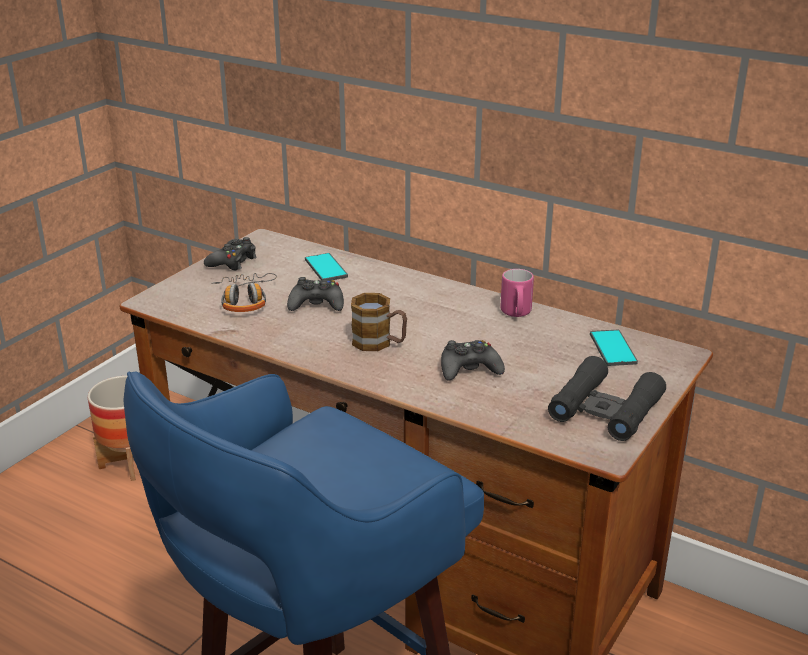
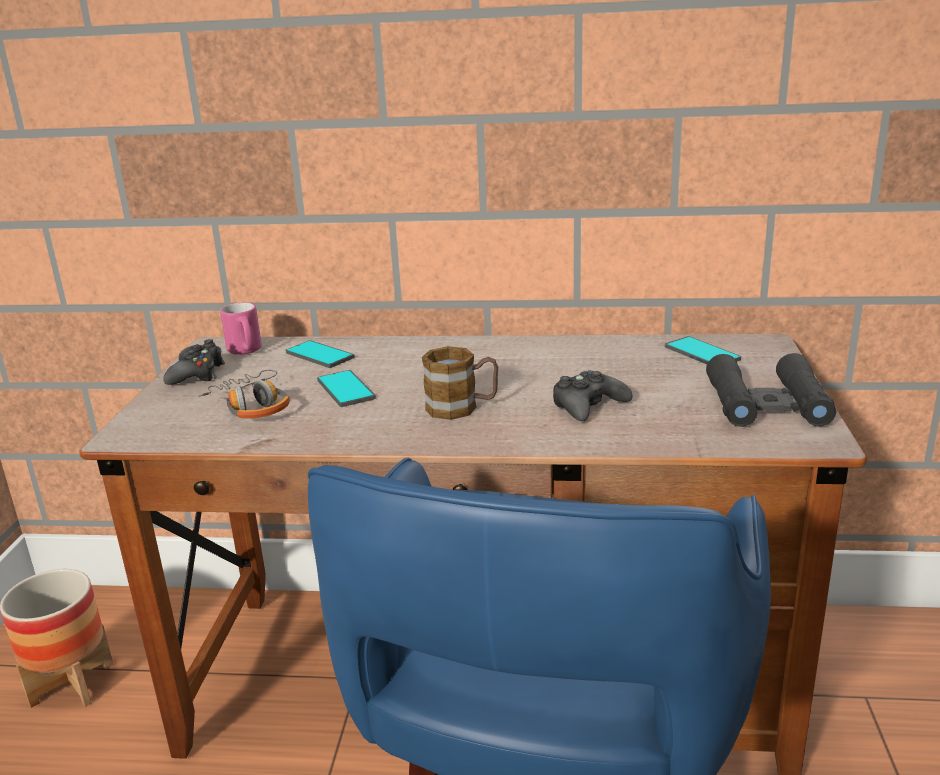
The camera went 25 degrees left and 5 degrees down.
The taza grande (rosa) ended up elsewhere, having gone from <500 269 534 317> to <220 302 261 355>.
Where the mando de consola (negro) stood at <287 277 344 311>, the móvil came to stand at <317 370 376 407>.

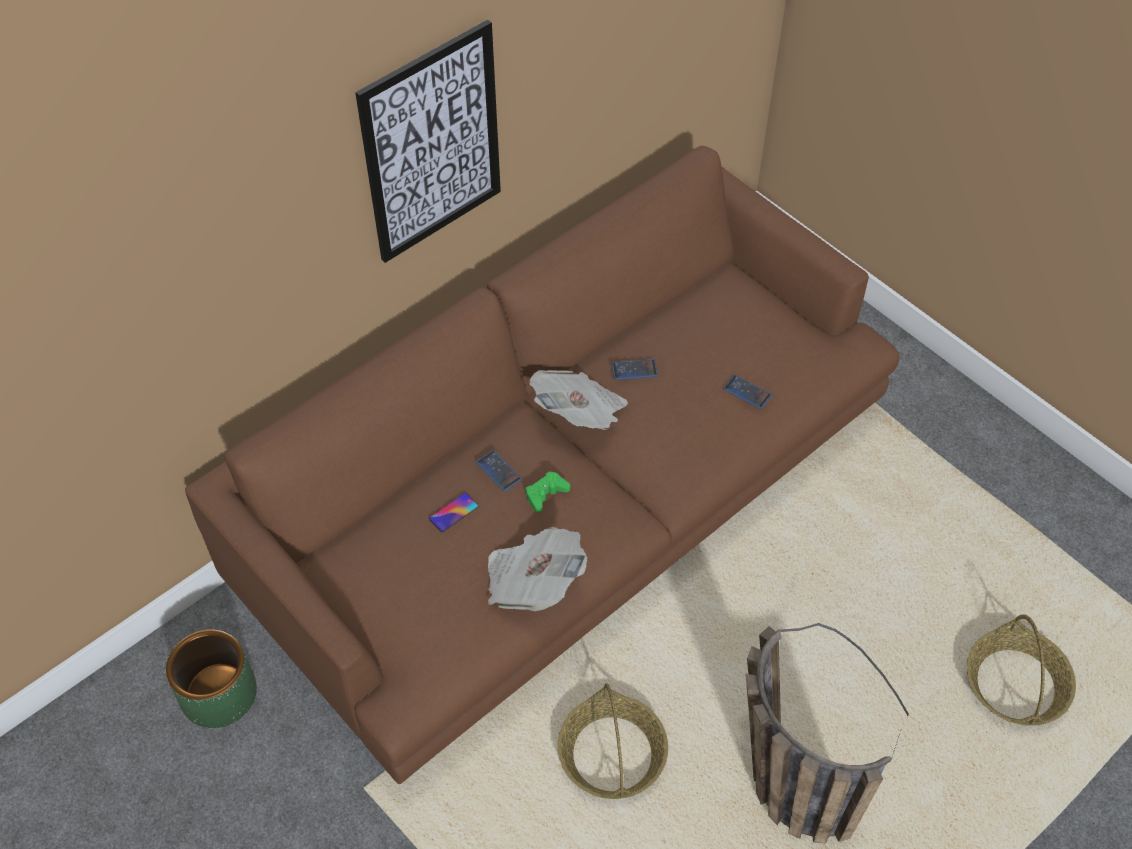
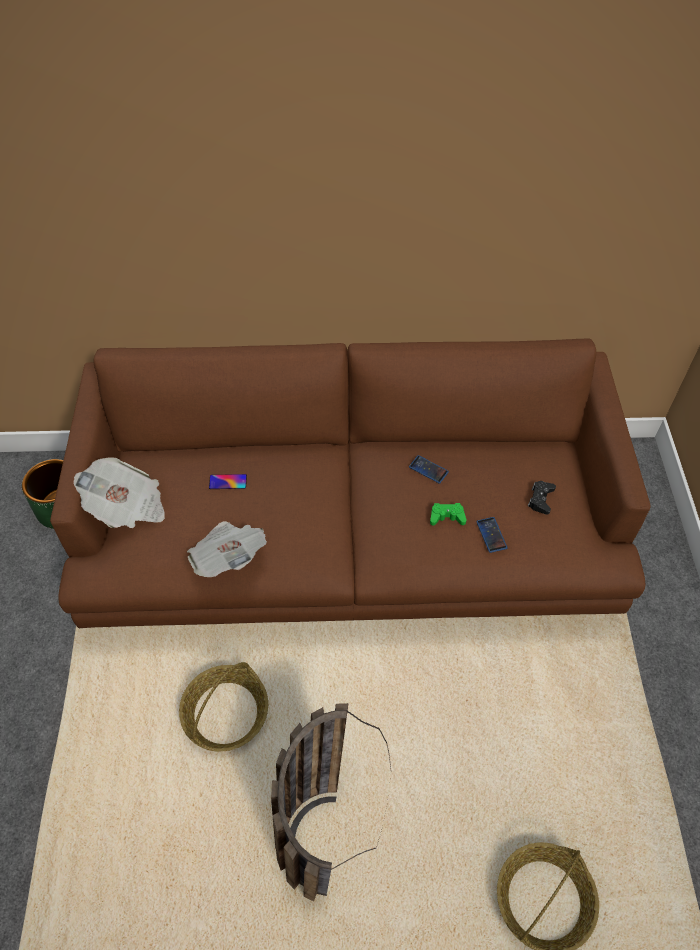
The camera went 40 degrees right and 0 degrees up.
The second view lost the cuadro at <355 20 501 263>.
The periódico ended up elsewhere, having gone from <530 370 628 430> to <73 457 165 528>.
The second view lost the móvil at <476 450 522 491>.
The mando de consola (verde) ended up elsewhere, having gone from <526 471 570 512> to <430 503 466 526>.
The second view gained the mando de consola (negro) at <528 481 556 515>.

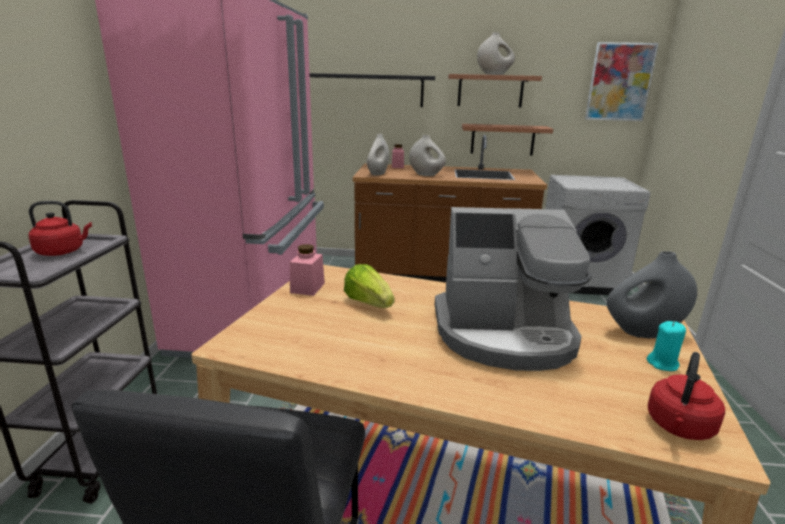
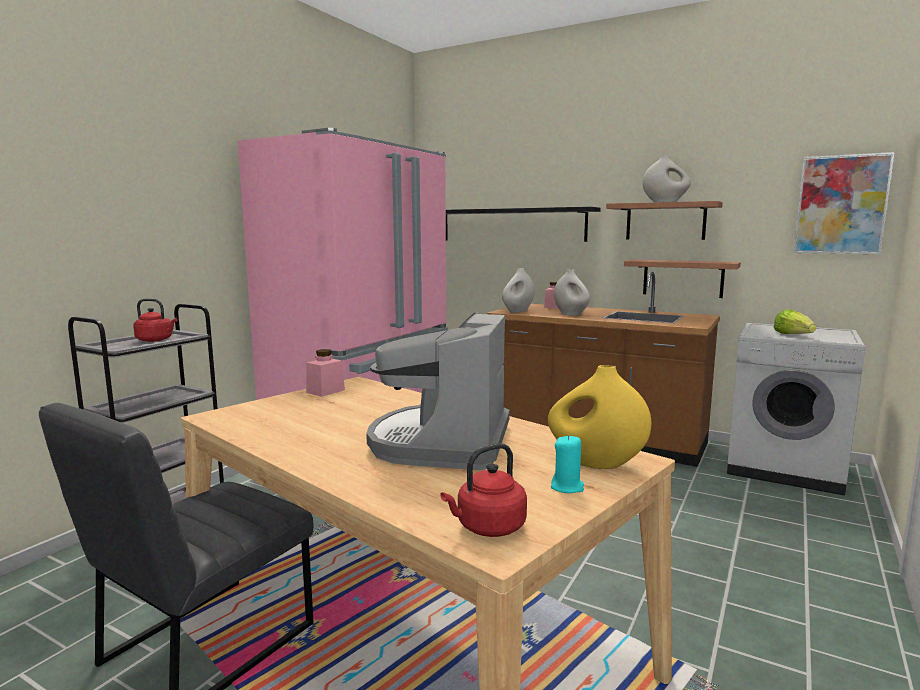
The camera went 25 degrees right and 10 degrees down.
The cafetera at <435 207 592 371> ended up facing another way, 75 degrees clockwise from before.
What was the florero (gris) at <607 251 697 338> turned into the florero (amarillo) at <548 365 651 469>.
The lechuga ended up elsewhere, having gone from <344 264 394 308> to <774 309 816 334>.

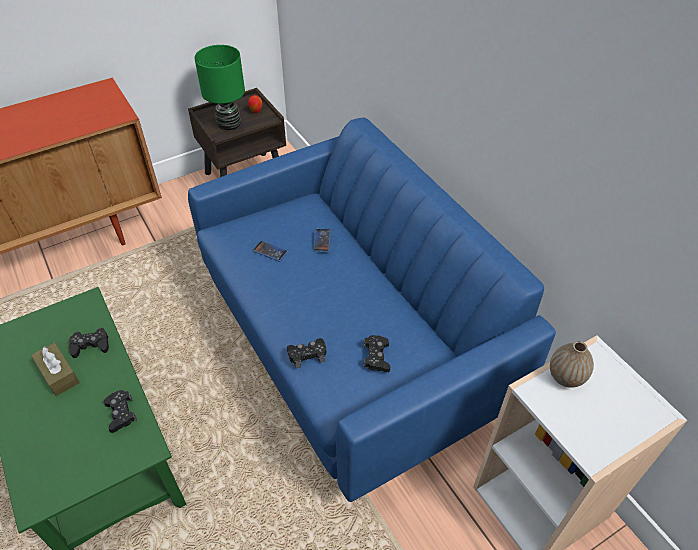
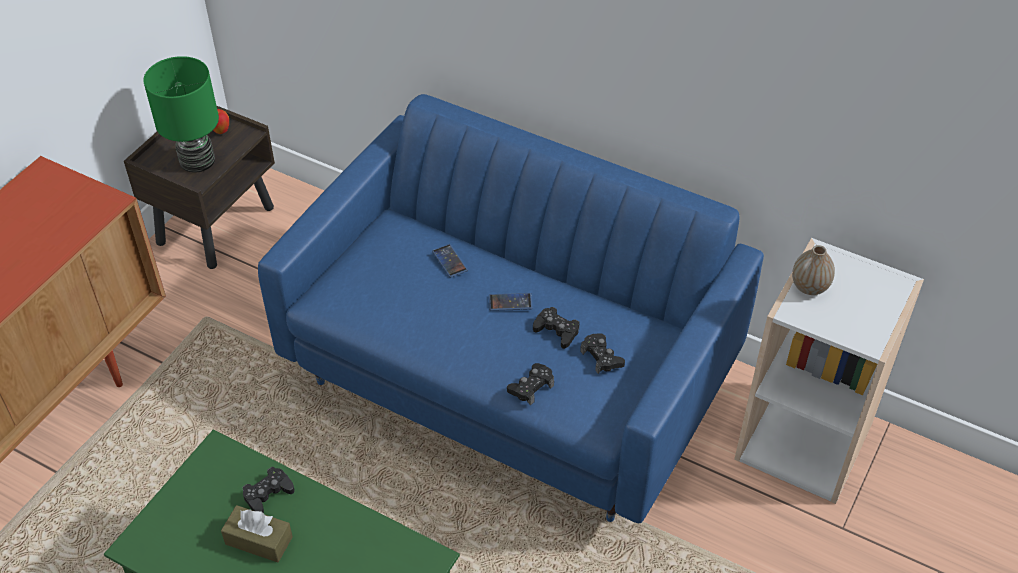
The camera went 30 degrees left and 0 degrees up.
The móvil ended up elsewhere, having gone from <252 240 288 262> to <489 293 533 311>.
The mando de consola (negro) ended up elsewhere, having gone from <104 390 137 433> to <533 307 580 349>.

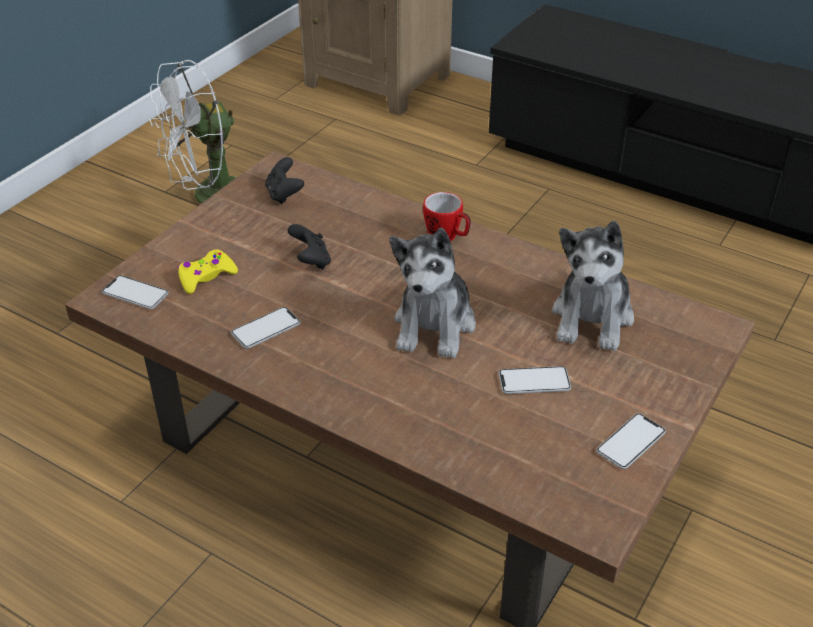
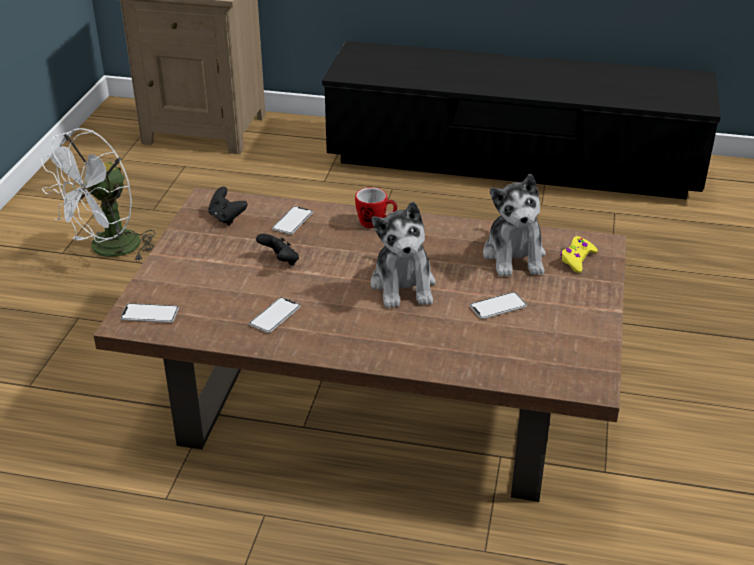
The camera went 20 degrees left and 5 degrees down.
The mando de consola (amarillo) ended up elsewhere, having gone from <178 249 238 294> to <560 236 598 273>.
The móvil ended up elsewhere, having gone from <596 414 666 469> to <272 206 313 234>.

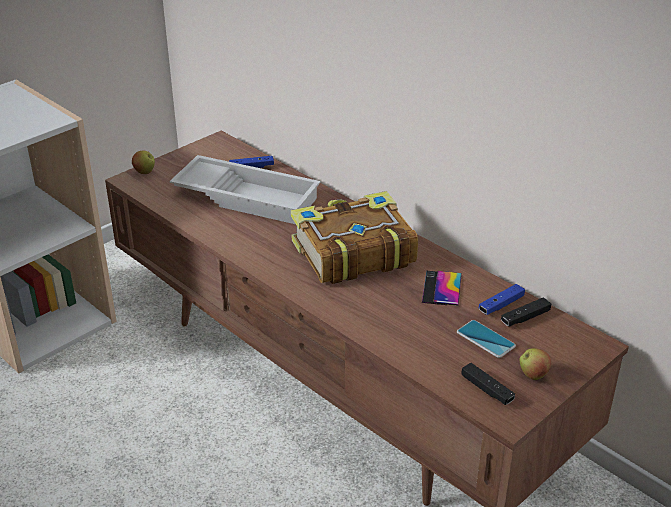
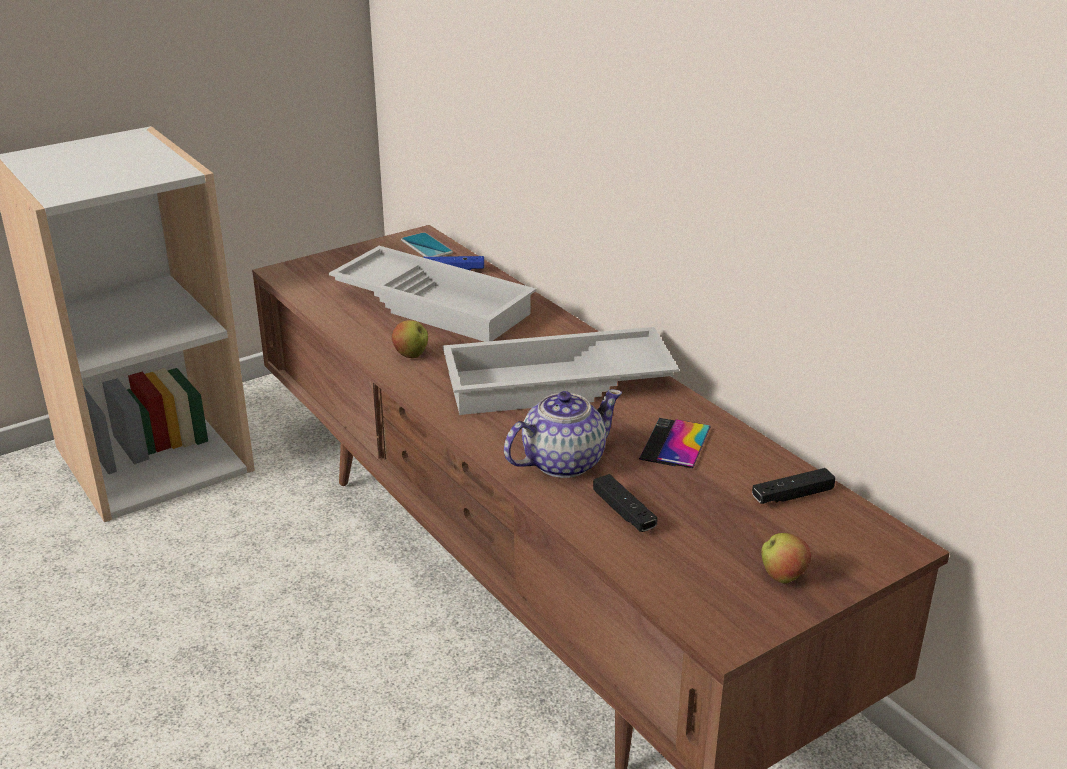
The camera went 10 degrees right and 5 degrees down.
The manzana ended up elsewhere, having gone from <132 151 155 174> to <392 320 428 358>.
Where the libro stood at <291 191 418 284>, the bandeja (blanco) came to stand at <443 327 679 415>.
The second view lost the mando de consola (azul) at <479 284 525 315>.
The móvil ended up elsewhere, having gone from <457 320 516 358> to <401 232 453 257>.
The mando de consola (negro) ended up elsewhere, having gone from <461 363 515 405> to <593 474 657 532>.
The second view gained the tetera at <504 389 622 478>.

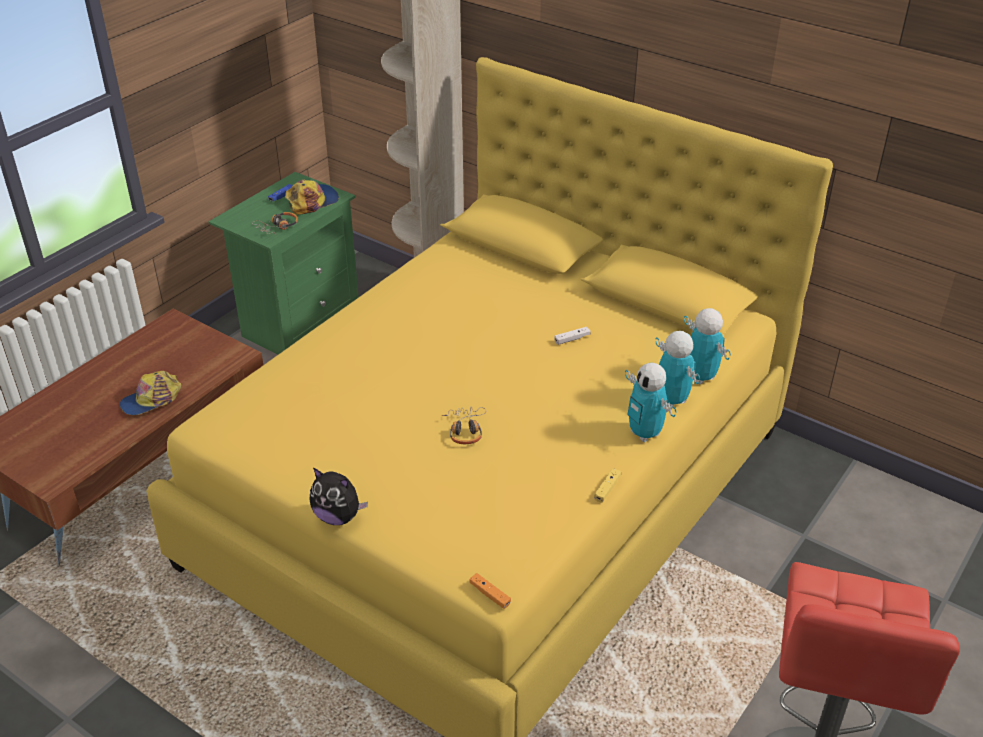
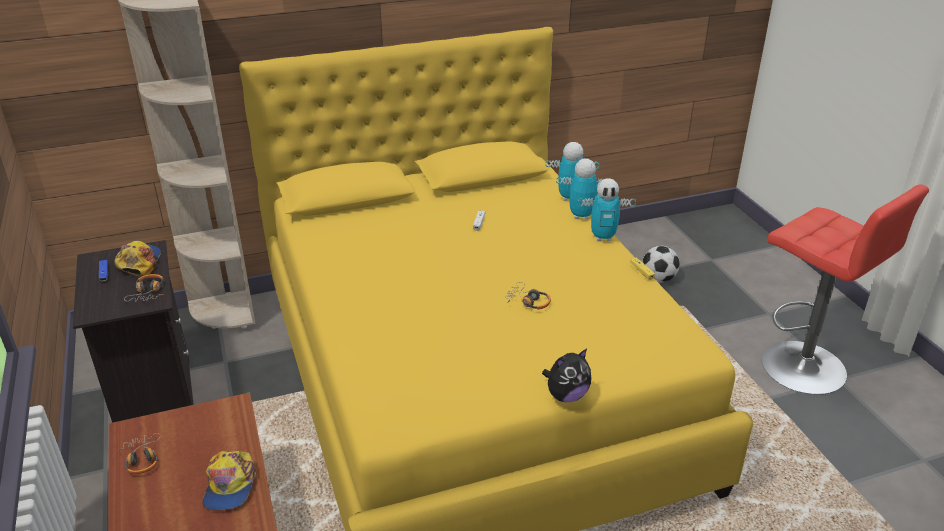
The camera went 55 degrees left and 5 degrees down.
What was the mesita de noche (verde) at <208 172 359 354> turned into the mesita de noche (negro) at <73 240 194 423>.
The second view lost the mando de consola (naranja) at <469 573 511 609>.
The second view gained the balón de fútbol at <642 246 680 282>.
The second view gained the auriculares at <116 433 161 474>.

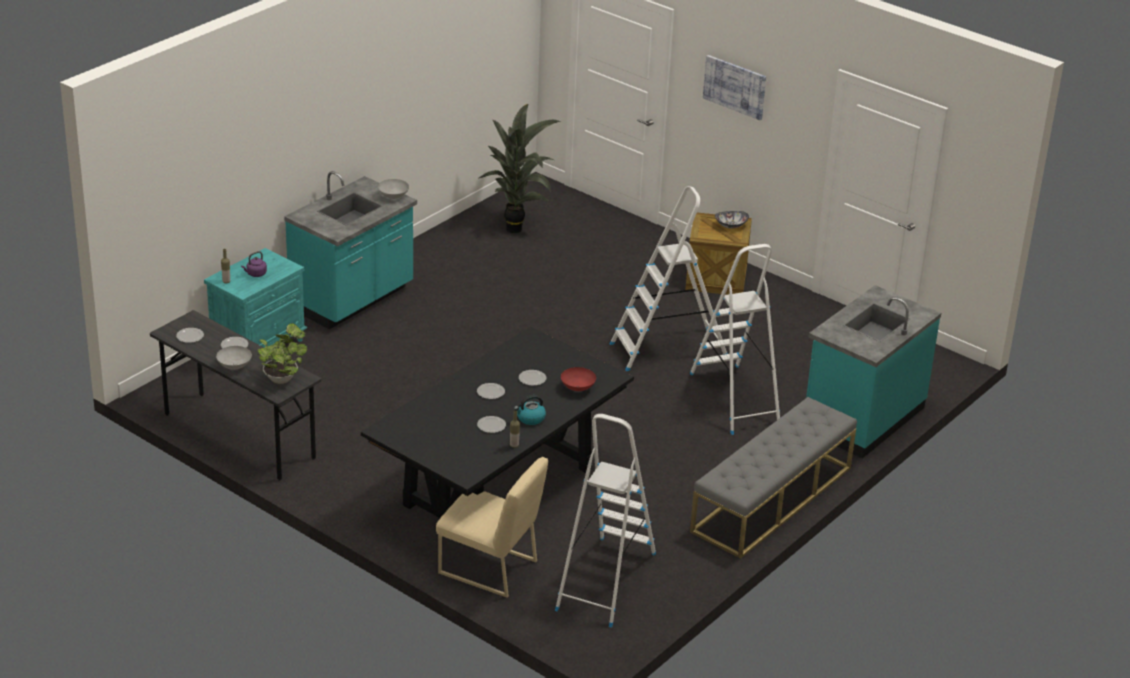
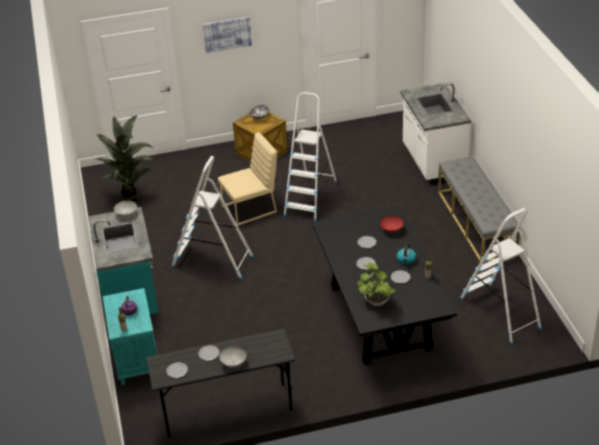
The camera went 50 degrees left and 5 degrees up.
The escalera de tijera (blanco) ended up elsewhere, having gone from <690 244 780 435> to <171 156 254 279>.
What was the mueble bajo de cocina (turquesa) at <806 285 941 458> turned into the mueble bajo de cocina (blanco) at <400 83 471 185>.
The planta en maceta ended up elsewhere, having gone from <257 323 308 384> to <357 263 395 306>.
The silla (beis) ended up elsewhere, having gone from <436 457 548 598> to <218 132 277 226>.

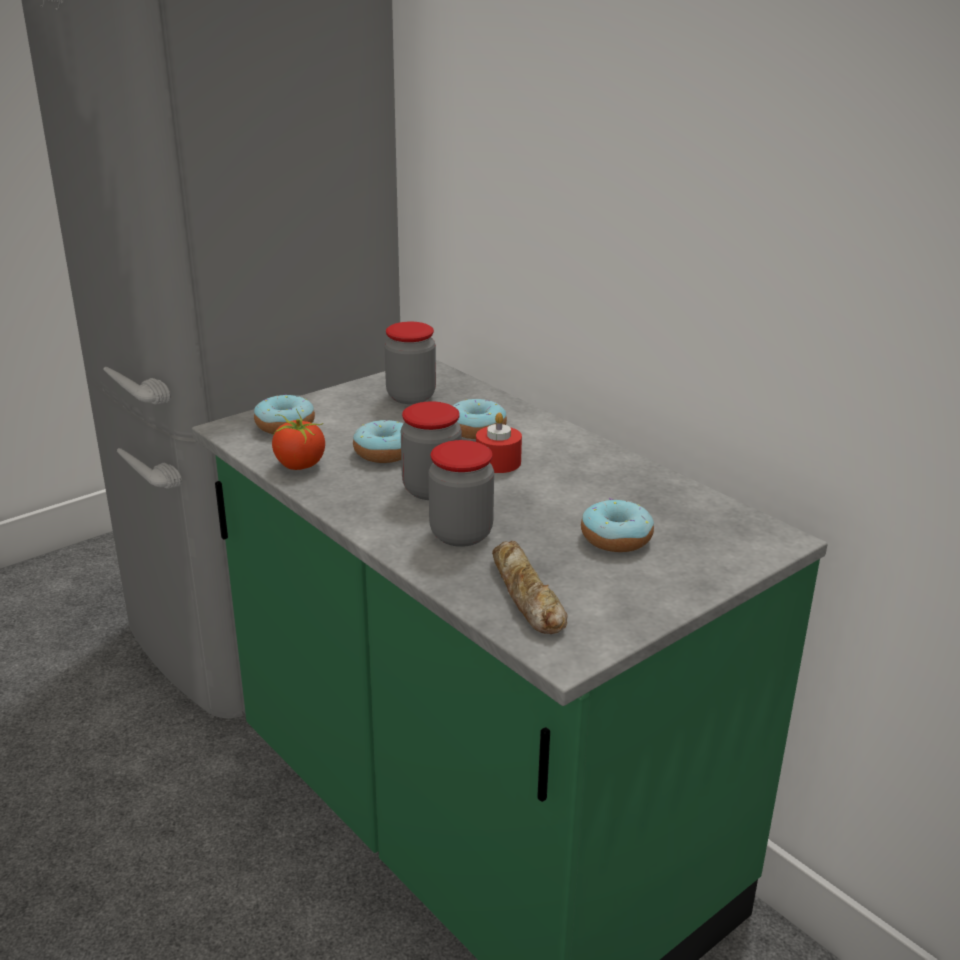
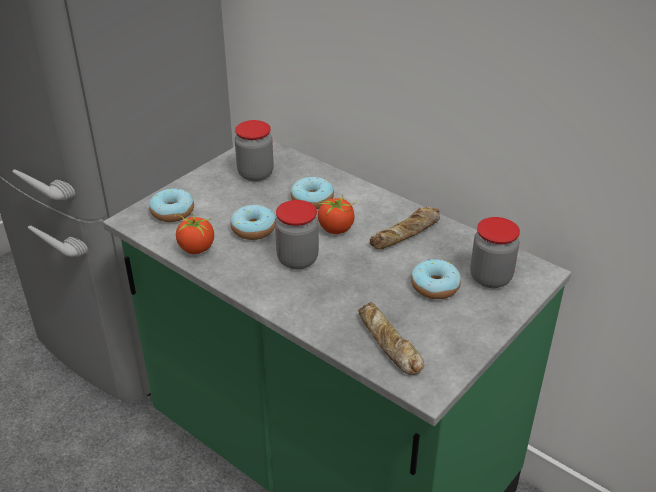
The camera went 10 degrees left and 10 degrees up.
Where the vela (rojo) stood at <476 412 522 473>, the tomate came to stand at <318 196 357 234>.
The tarro ended up elsewhere, having gone from <429 440 494 547> to <470 217 520 288>.
The second view gained the pan at <370 207 440 250>.

